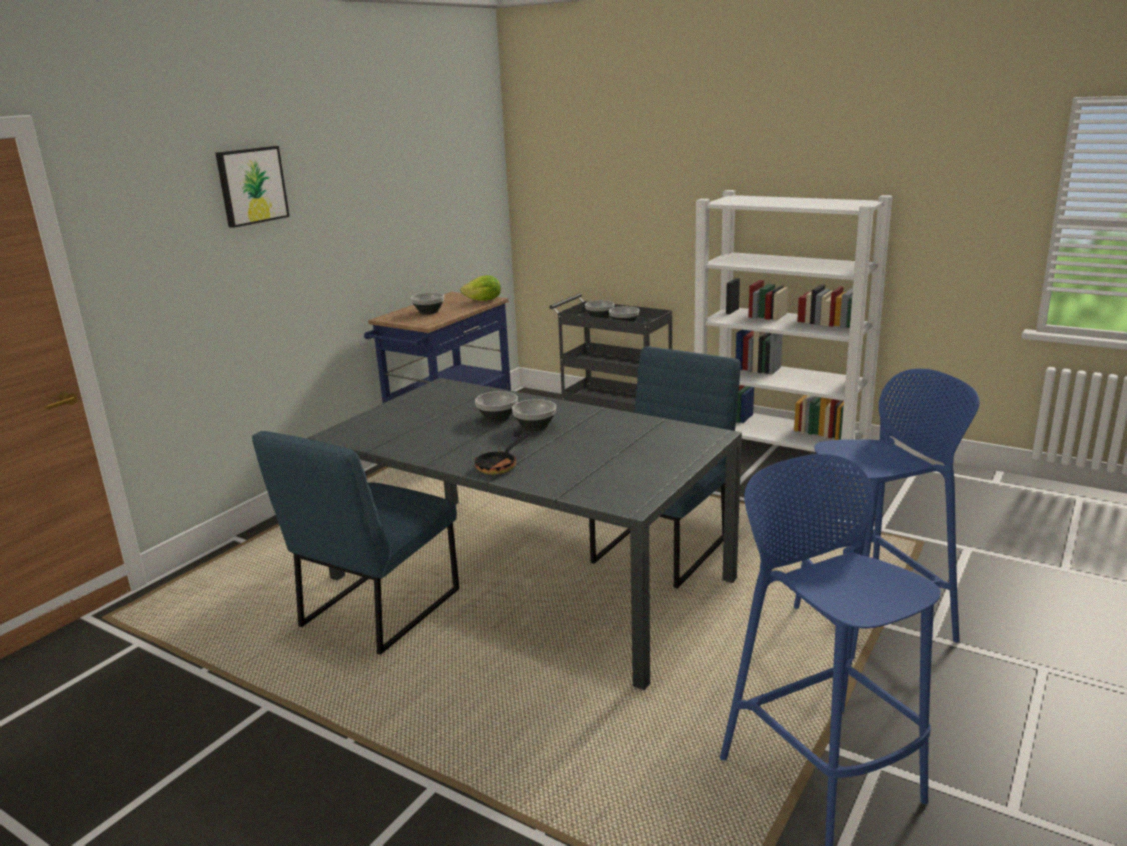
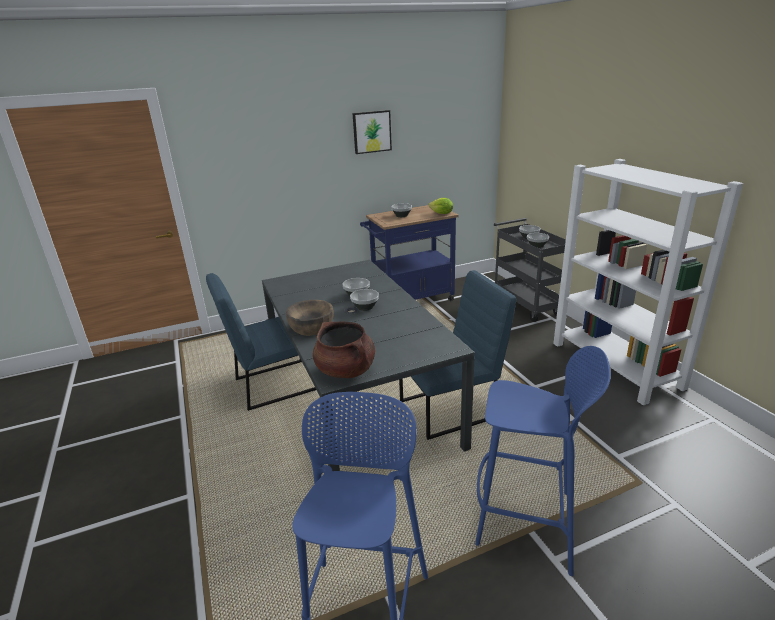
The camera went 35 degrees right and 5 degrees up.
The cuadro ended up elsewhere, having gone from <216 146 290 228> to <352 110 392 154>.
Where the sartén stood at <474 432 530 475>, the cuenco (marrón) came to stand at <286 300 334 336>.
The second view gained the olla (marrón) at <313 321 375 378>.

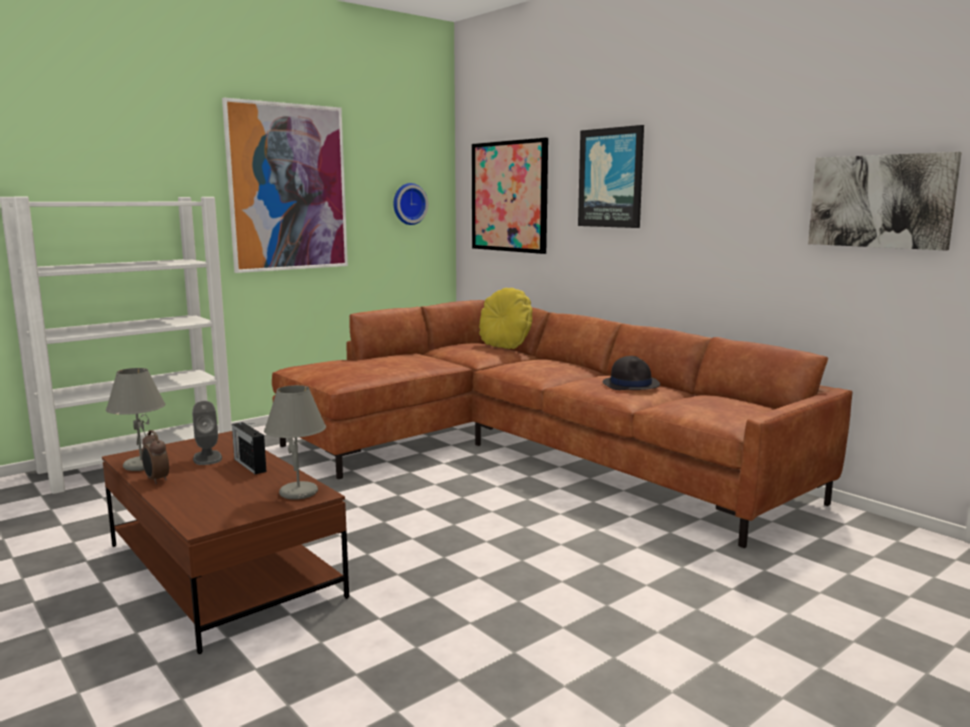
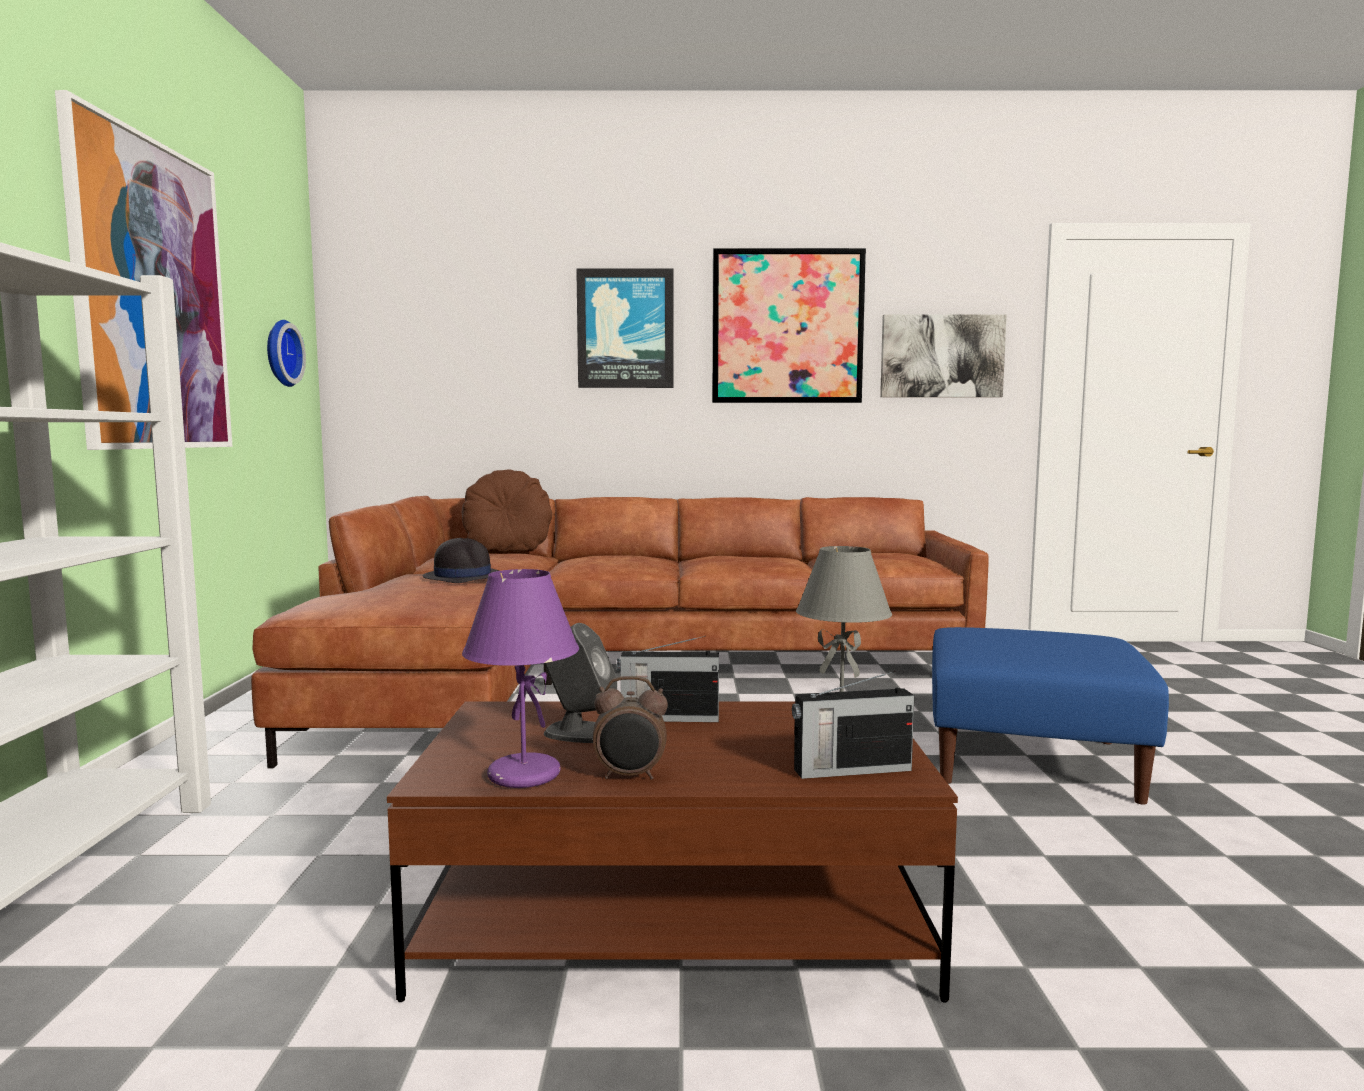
The camera went 50 degrees left and 5 degrees down.
The cuadro ended up elsewhere, having gone from <472 138 548 254> to <712 248 866 403>.
What was the cojín (amarillo) at <479 288 532 349> turned into the cojín (marrón) at <462 469 552 553>.
The sombrero (negro) ended up elsewhere, having gone from <602 356 660 390> to <422 538 499 583>.
What was the lámpara de mesa (gris) at <106 368 166 471> turned into the lámpara de mesa (morado) at <462 569 579 788>.
The second view gained the puf (azul) at <932 627 1169 805>.
The second view gained the radio at <792 671 914 779>.

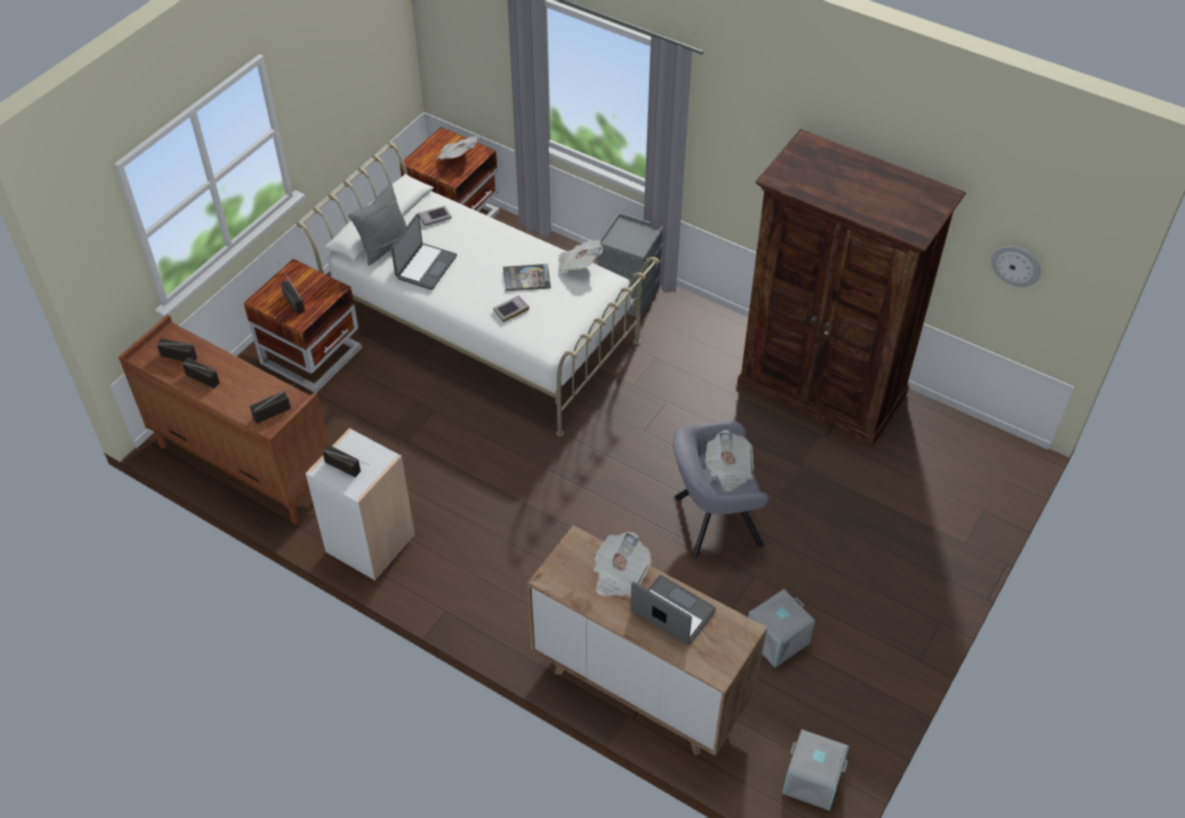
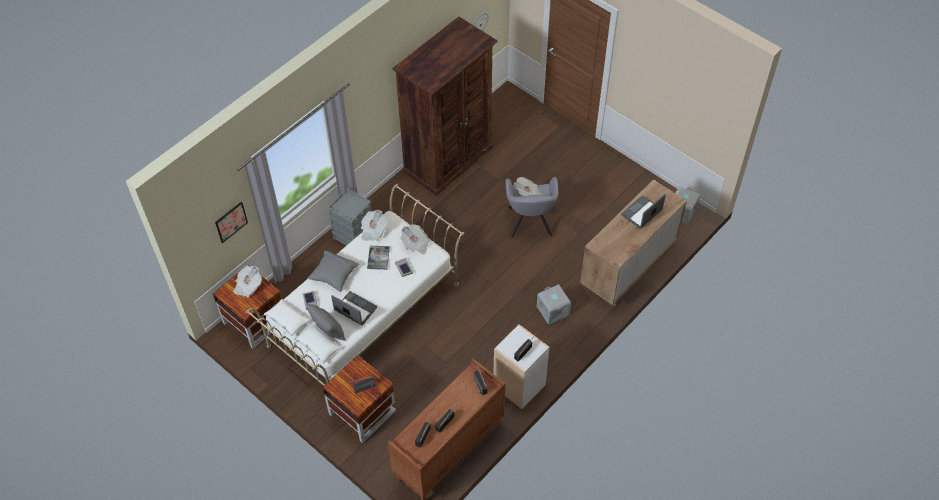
The camera went 80 degrees left and 5 degrees up.
The periódico ended up elsewhere, having gone from <593 532 651 597> to <401 224 430 254>.
The caja de almacenaje (gris) ended up elsewhere, having gone from <748 589 815 668> to <537 284 571 325>.
The second view gained the cuadro at <215 202 248 243>.
The second view gained the cojín (gris) at <307 250 359 292>.

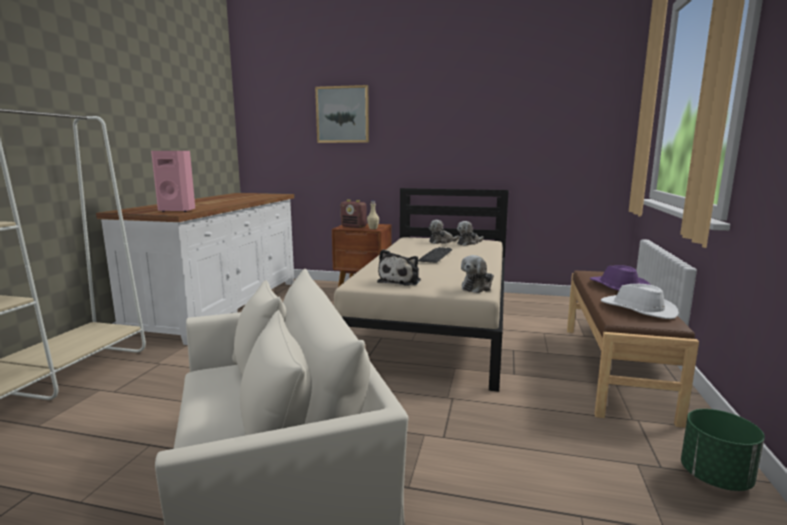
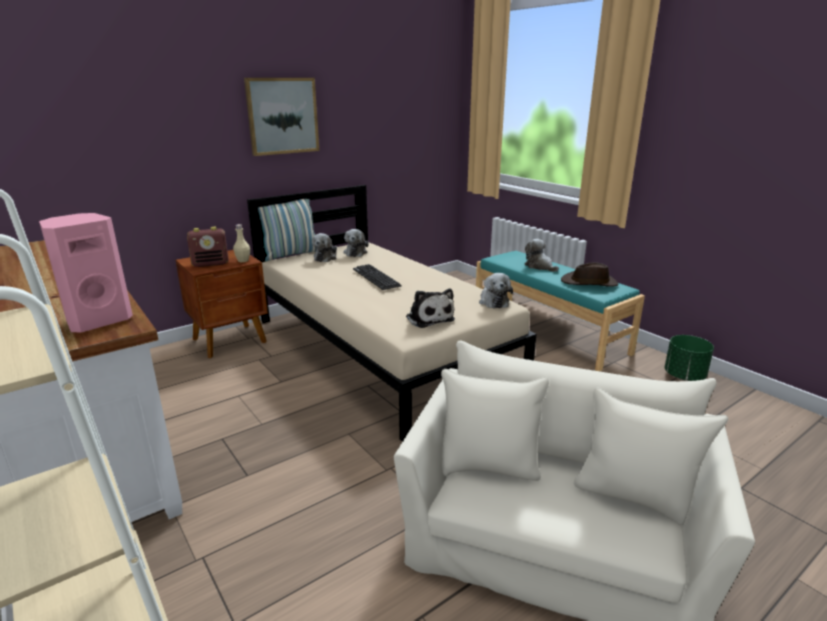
The camera went 50 degrees left and 10 degrees up.
The cuadro ended up elsewhere, having gone from <315 85 369 143> to <244 78 319 156>.
Where the sombrero (morado) stood at <590 265 651 291>, the peluche came to stand at <524 239 559 272>.
What was the banco (marrón) at <567 271 699 428> turned into the banco (turquesa) at <476 251 645 371>.
What was the sombrero (blanco) at <601 284 679 319> turned into the sombrero (marrón) at <561 262 618 287>.
The second view gained the cojín at <258 199 317 261>.

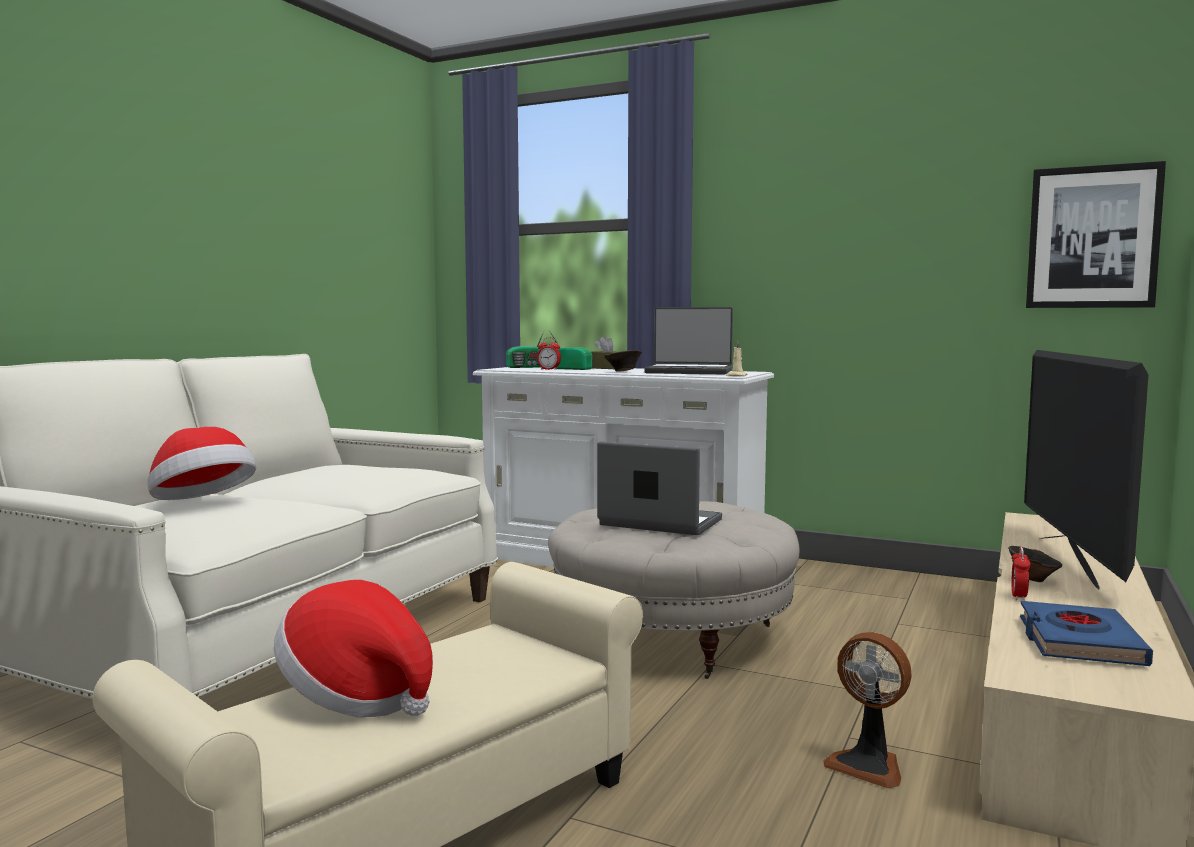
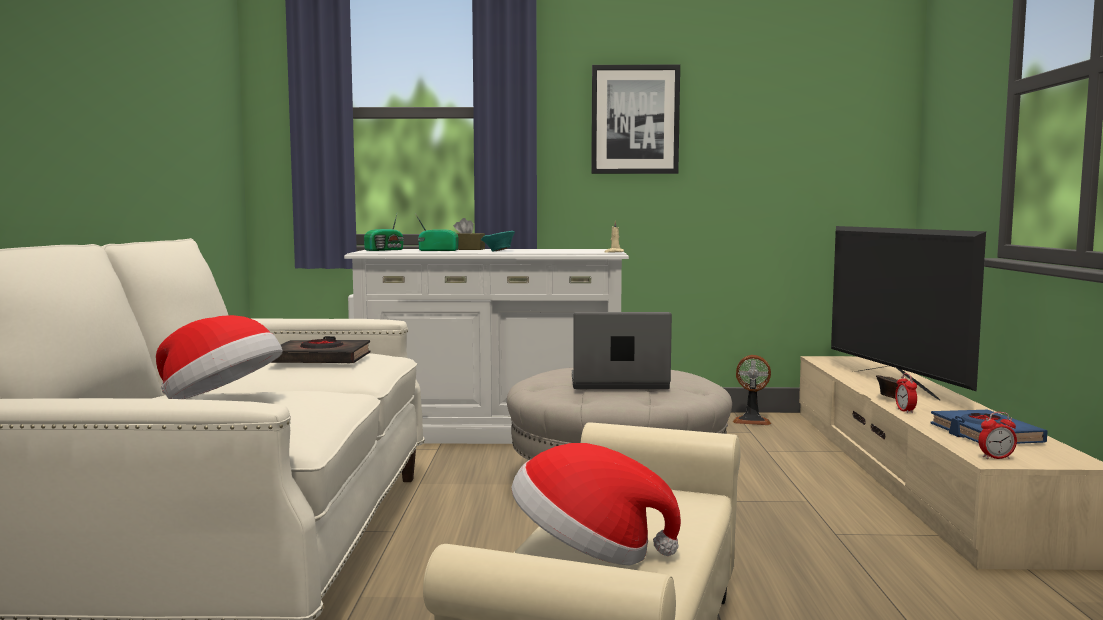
The camera went 25 degrees left and 0 degrees up.
The cuadro ended up elsewhere, having gone from <1026 161 1166 308> to <591 65 680 174>.
The second view lost the portátil at <644 307 733 374>.
The despertador ended up elsewhere, having gone from <537 338 561 370> to <979 412 1017 459>.
What was the cuenco (marrón) at <605 350 642 372> turned into the cuenco (turquesa) at <481 231 515 252>.
The ventilador ended up elsewhere, having gone from <823 632 912 788> to <732 355 771 425>.
The second view gained the libro (negro) at <271 336 370 363>.

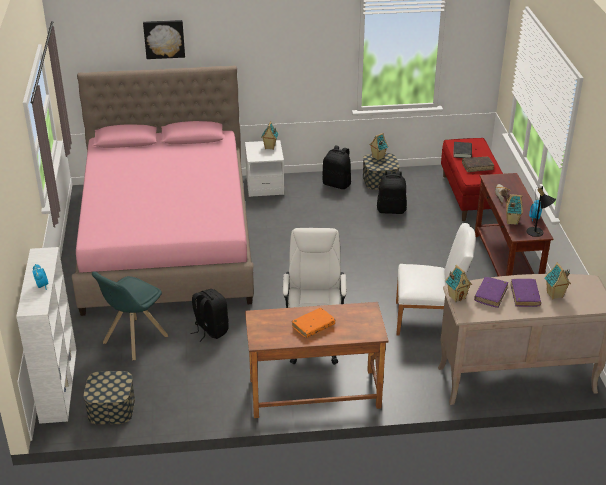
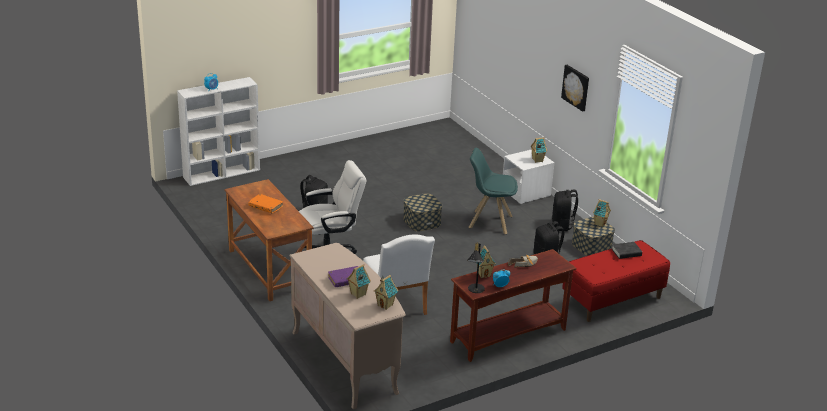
The camera went 65 degrees right and 5 degrees down.
The cuadro ended up elsewhere, having gone from <143 20 185 59> to <561 65 589 112>.
The second view lost the cama (rosa) at <72 65 254 316>.
The second view lost the libro (marrón) at <462 156 494 172>.
The casita ended up elsewhere, having gone from <445 265 472 302> to <374 275 398 310>.
The silla (turquesa) ended up elsewhere, having gone from <92 271 168 361> to <469 147 518 234>.
The second view lost the libro (morado) at <474 277 508 308>.
The caja de almacenaje ended up elsewhere, having gone from <83 371 135 424> to <403 193 442 231>.

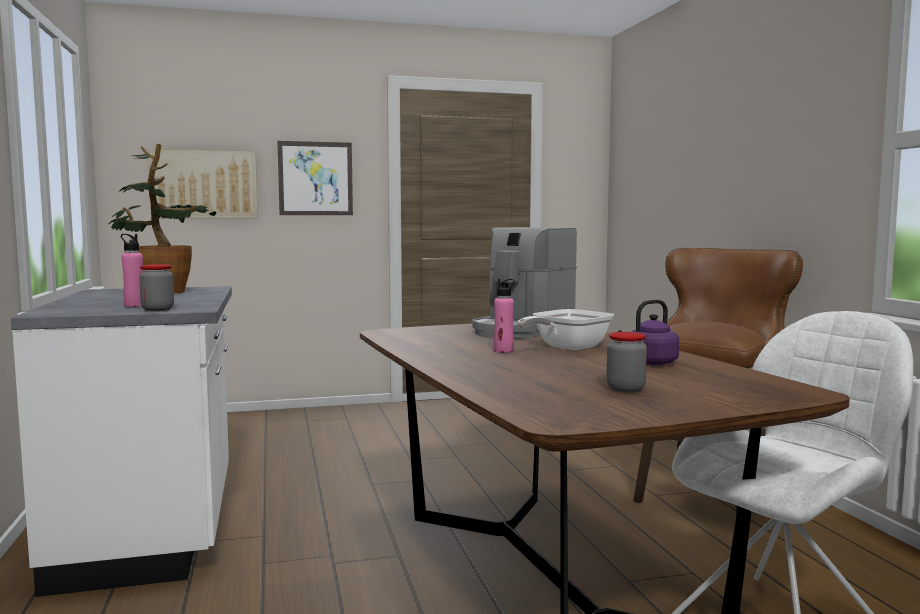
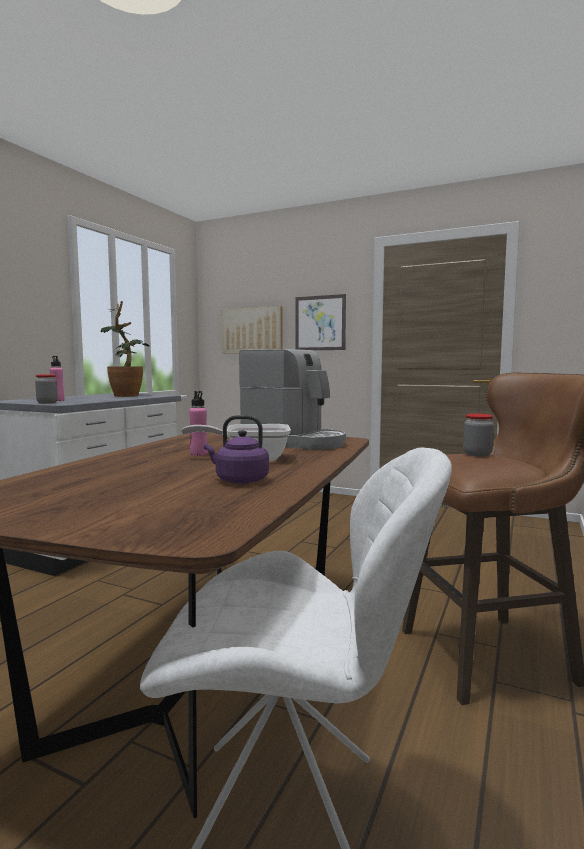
The camera went 40 degrees right and 0 degrees up.
The cafetera at <472 227 577 339> ended up facing another way, 135 degrees counterclockwise from before.
The tarro ended up elsewhere, having gone from <606 332 647 392> to <463 414 494 456>.

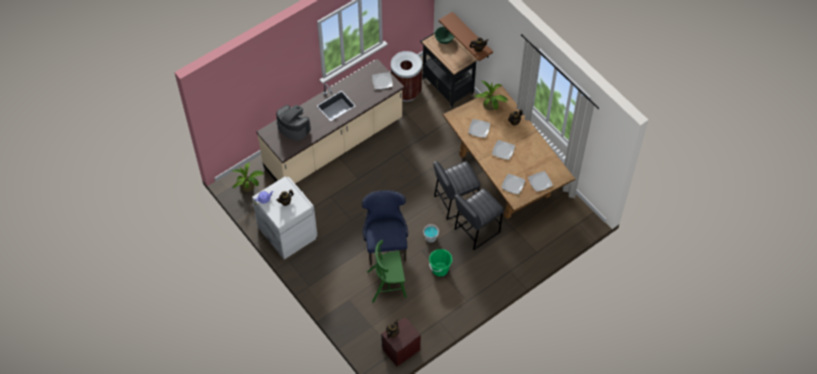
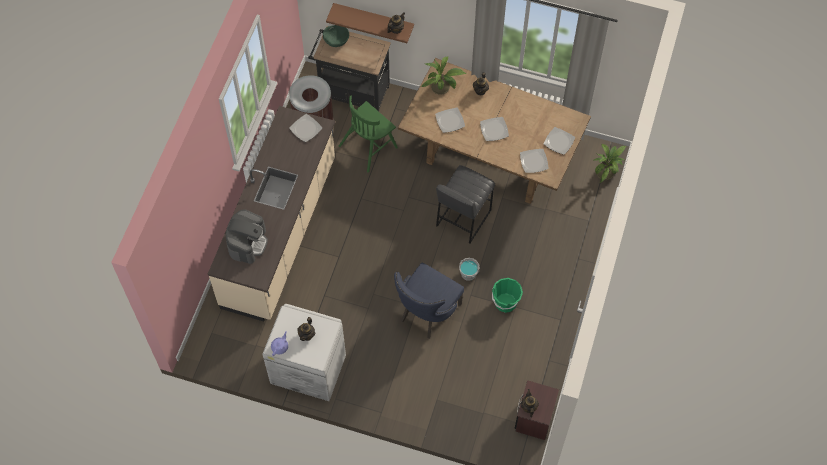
The camera went 35 degrees left and 5 degrees up.
The cafetera at <276 105 311 141> ended up facing another way, 105 degrees clockwise from before.
The planta en maceta ended up elsewhere, having gone from <232 163 264 192> to <593 144 626 183>.
The second view lost the taburete (gris) at <455 188 504 250>.
The silla (azul) at <362 190 408 265> ended up facing another way, 105 degrees counterclockwise from before.
The silla (verde) ended up elsewhere, having gone from <367 240 407 303> to <339 95 398 172>.

